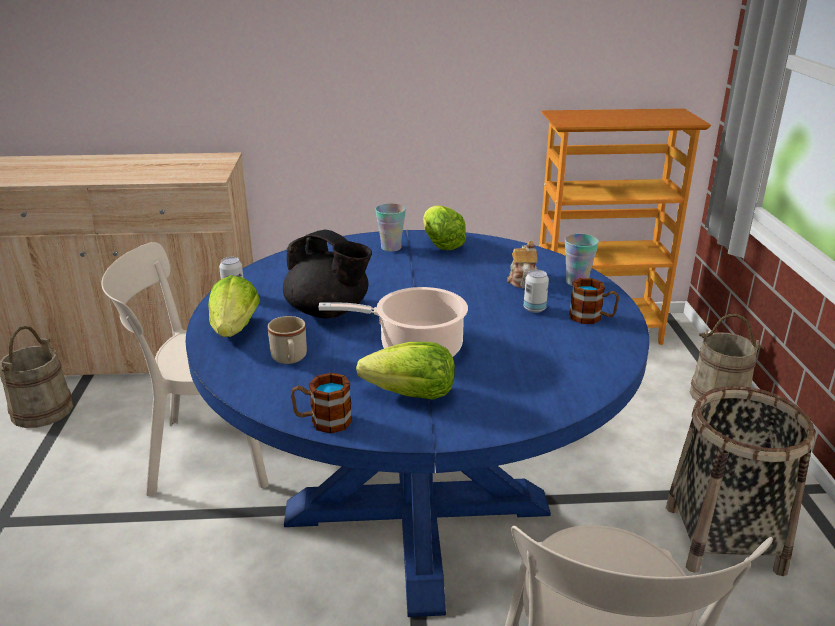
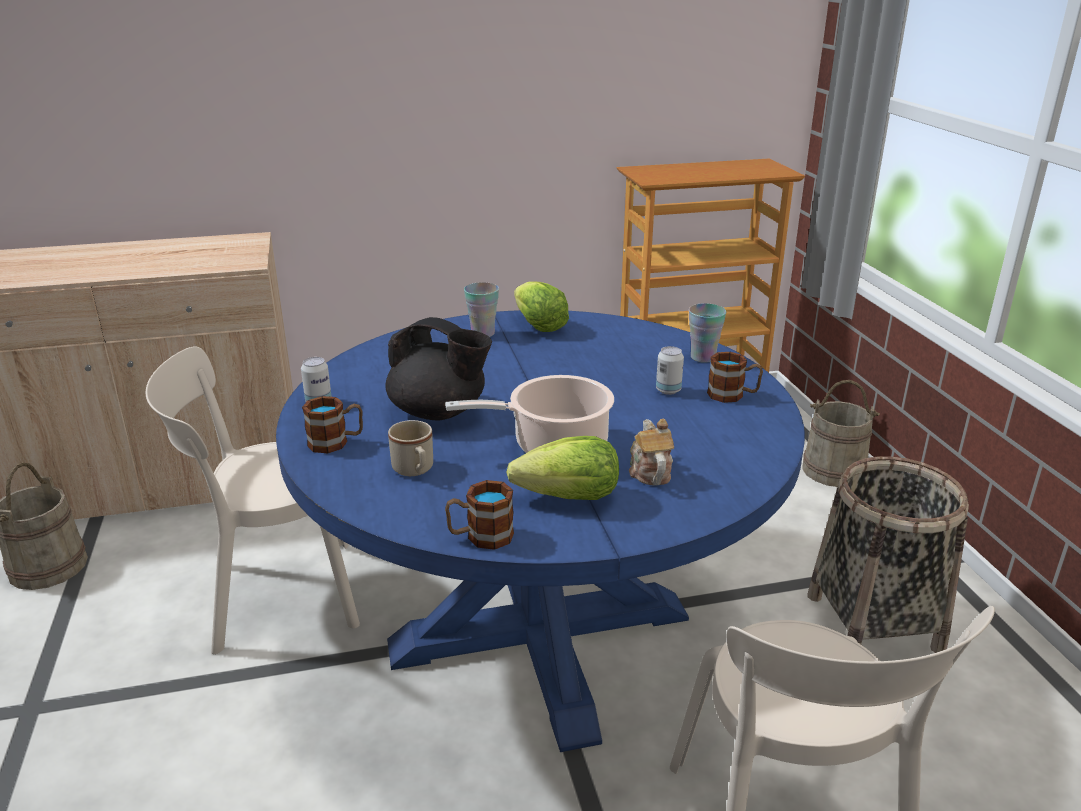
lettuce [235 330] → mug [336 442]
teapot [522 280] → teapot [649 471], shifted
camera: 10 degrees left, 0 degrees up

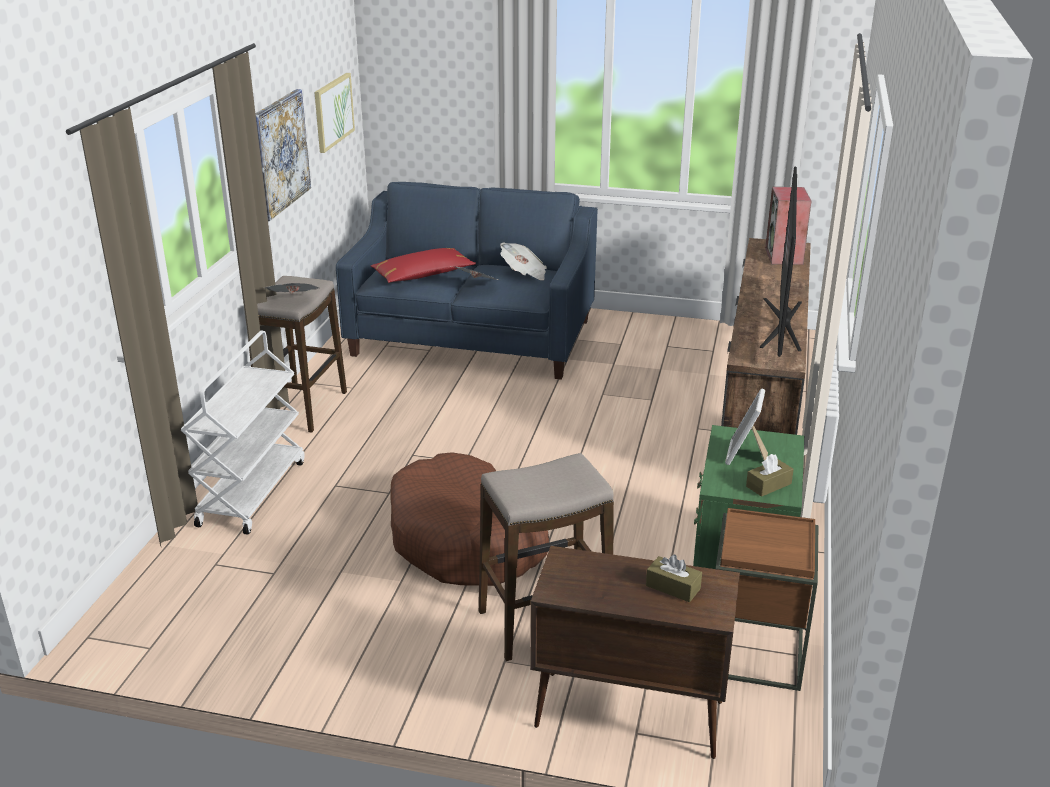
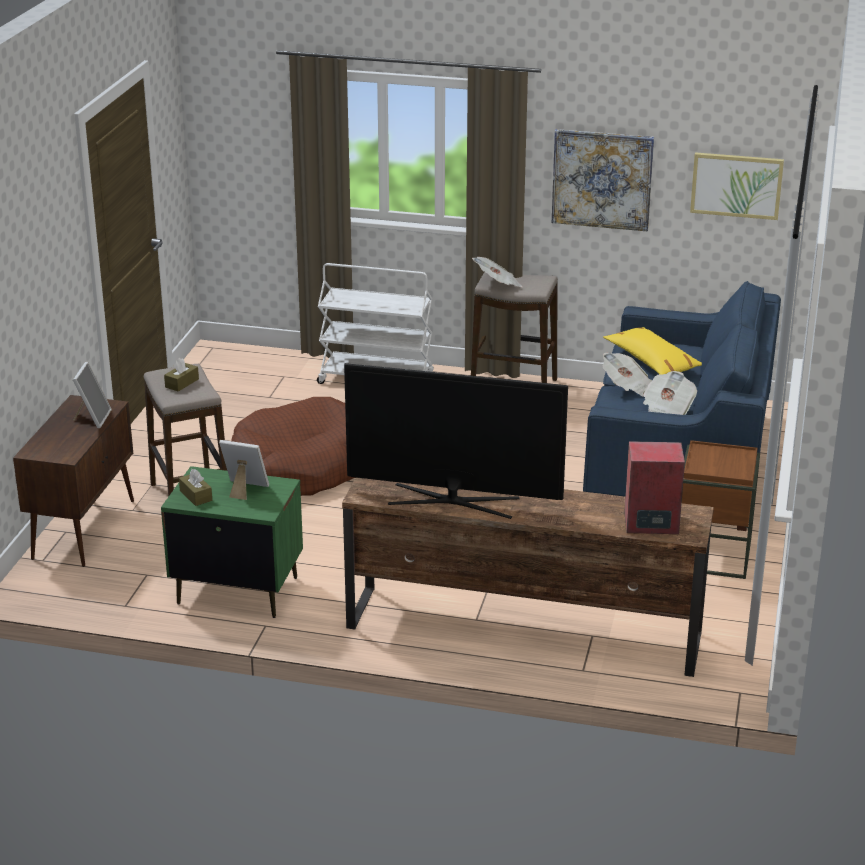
- → picture frame [92 418]
brown tissue box [673 587] → brown tissue box [182 383], shifted
red pillow [423 275] → yellow pillow [652 361]
brown side table [755 651] → brown side table [712 555], shifted
camera: 90 degrees right, 0 degrees up

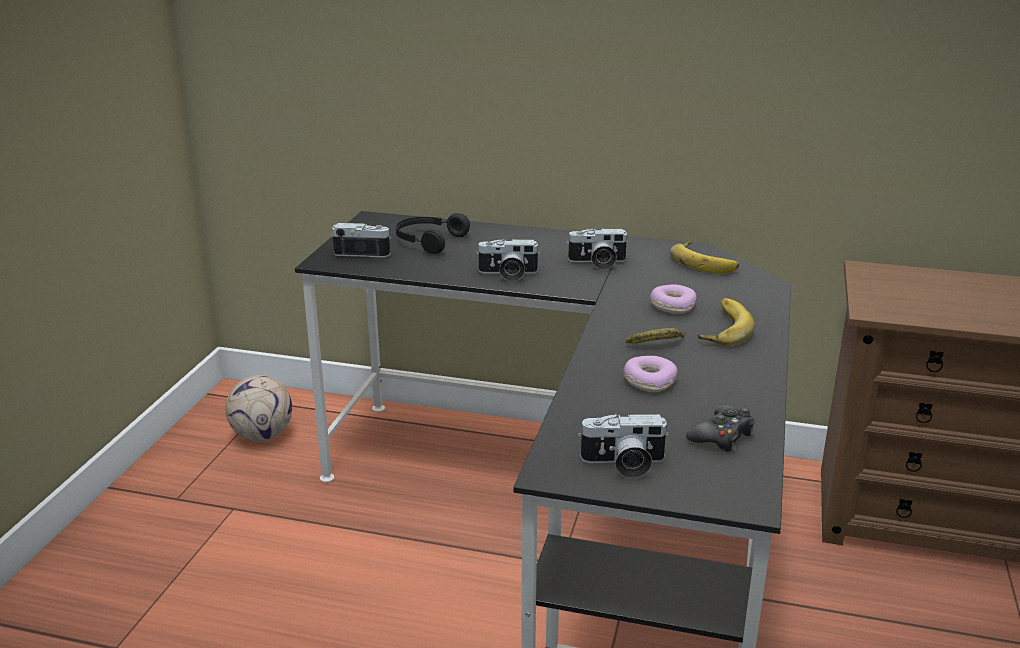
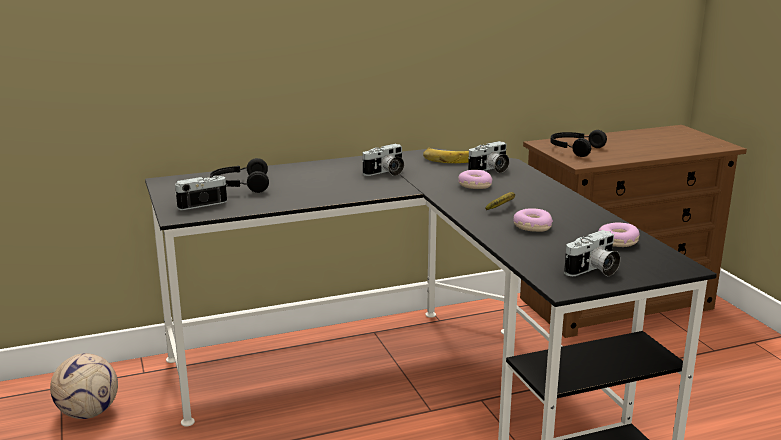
photo camera [508 274] → photo camera [490 170], shifted
- → black headphones [574 149]
black game controller [722 437] → donut [618 242]
banana [721 328] → -
camera: 35 degrees left, 5 degrees down

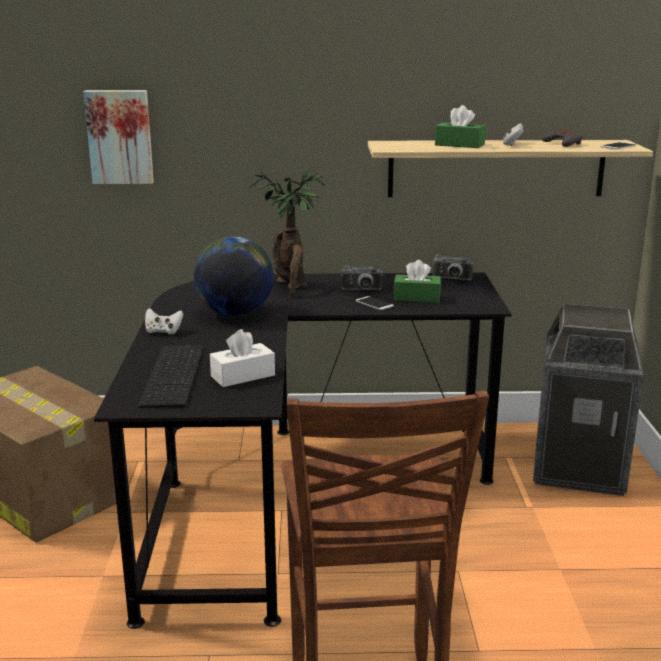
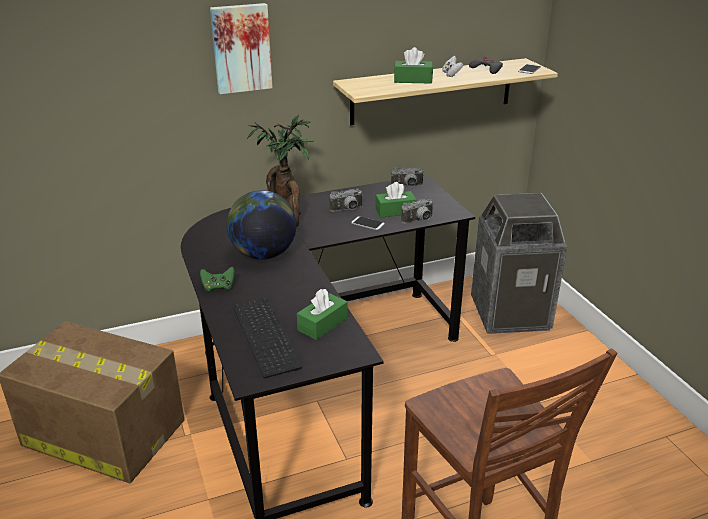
white game controller [163 331] → green game controller [218 287]
picture [120 137] → picture [241 48], shifted
white tissue box [243 376] → green tissue box [322 324]
- → photo camera [419 221]
camera: 20 degrees left, 10 degrees up

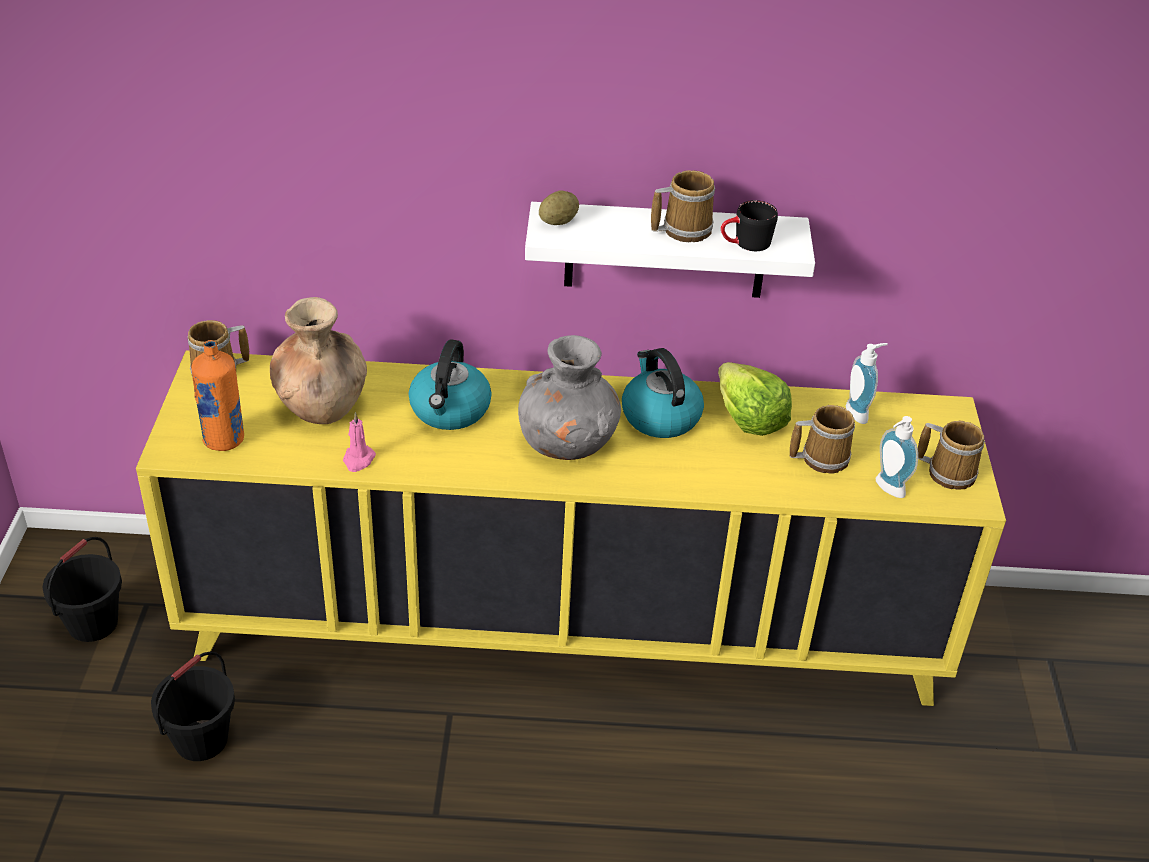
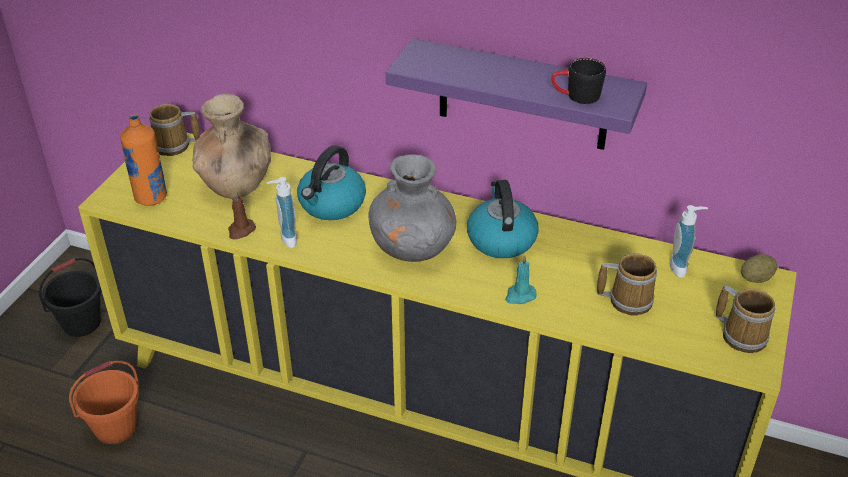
black bucket [201 739] → orange bucket [115 427]
pink candle [358 460] → brown candle [241 230]
soap dispenser [887 489] → soap dispenser [285 239], shifted
white shelf [665 250] → purple shelf [523 96]
- → turquoise candle [520 296]
potato [558 222] → potato [756 278], shifted
mug [683 229] → -
lettuce [749 419] → -
camera: 20 degrees right, 0 degrees up

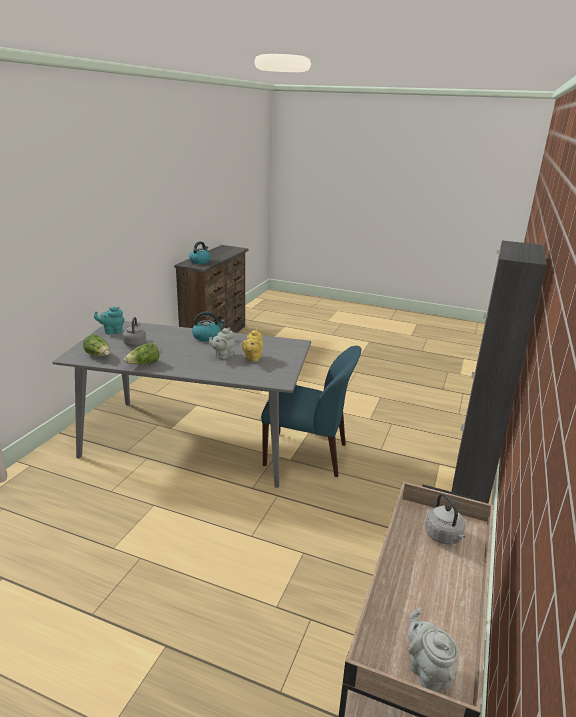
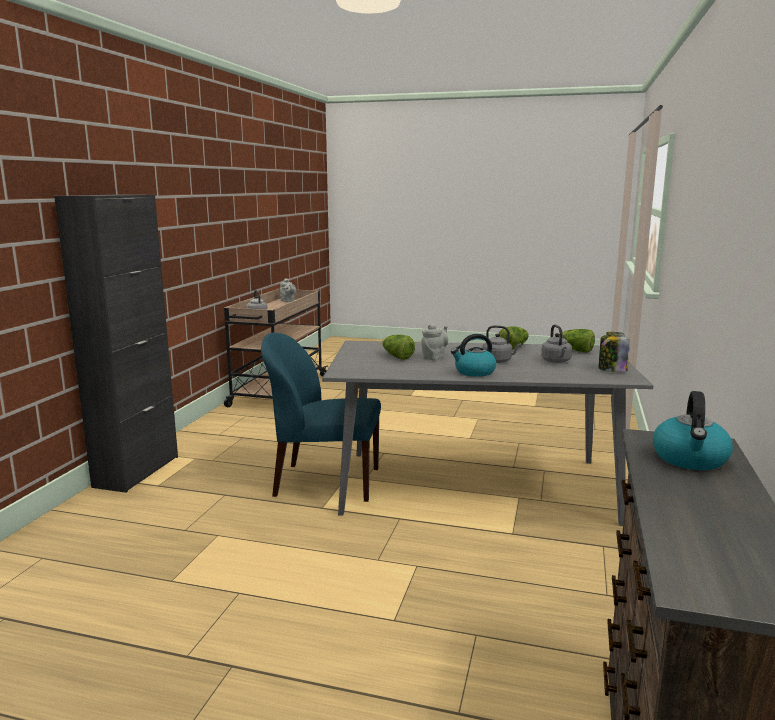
yellow teapot [252 358] → lettuce [396 357]
- → grey kettle [498 361]
turquoise teapot [112 332] → jar [612 370]
camera: 175 degrees right, 10 degrees down

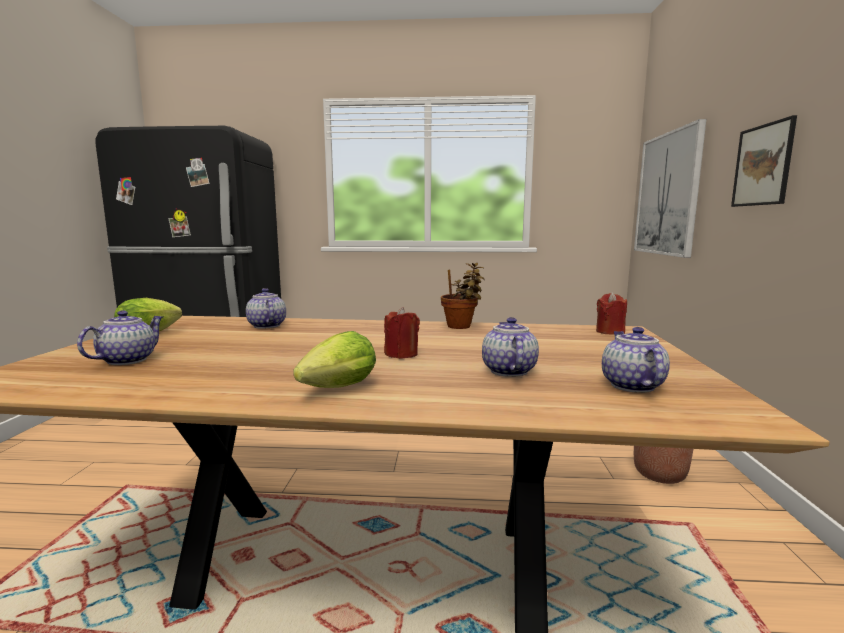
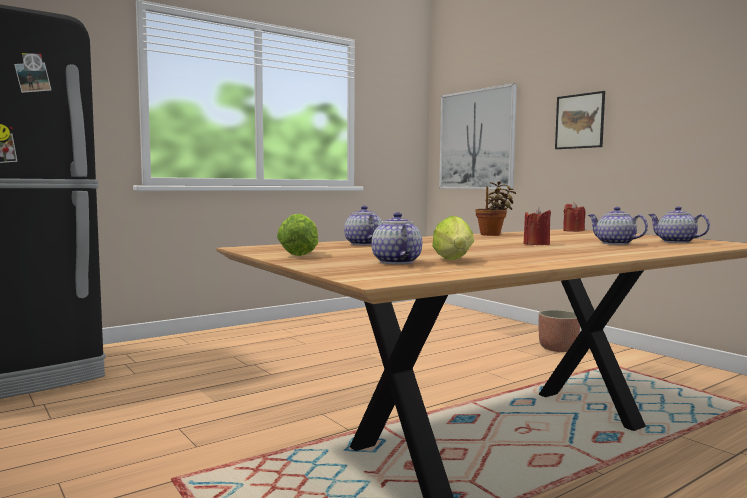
teapot [266 326] → teapot [362 244], 45 degrees clockwise
lettuce [335 389] → lettuce [454 261], shifted
camera: 40 degrees left, 5 degrees down

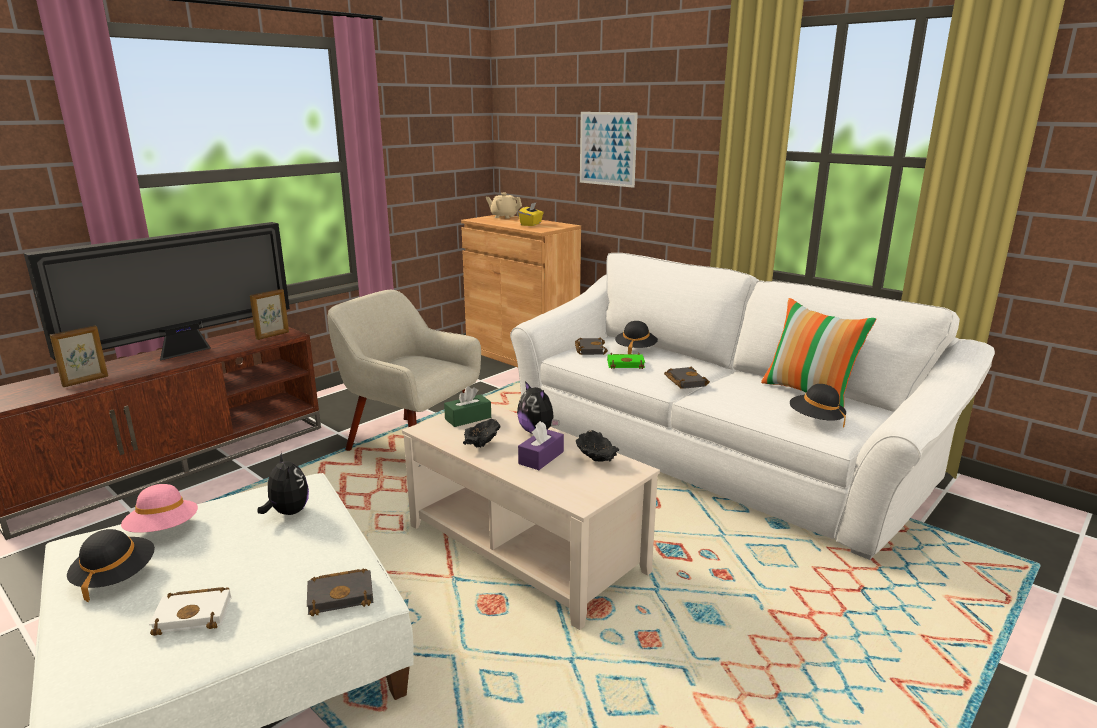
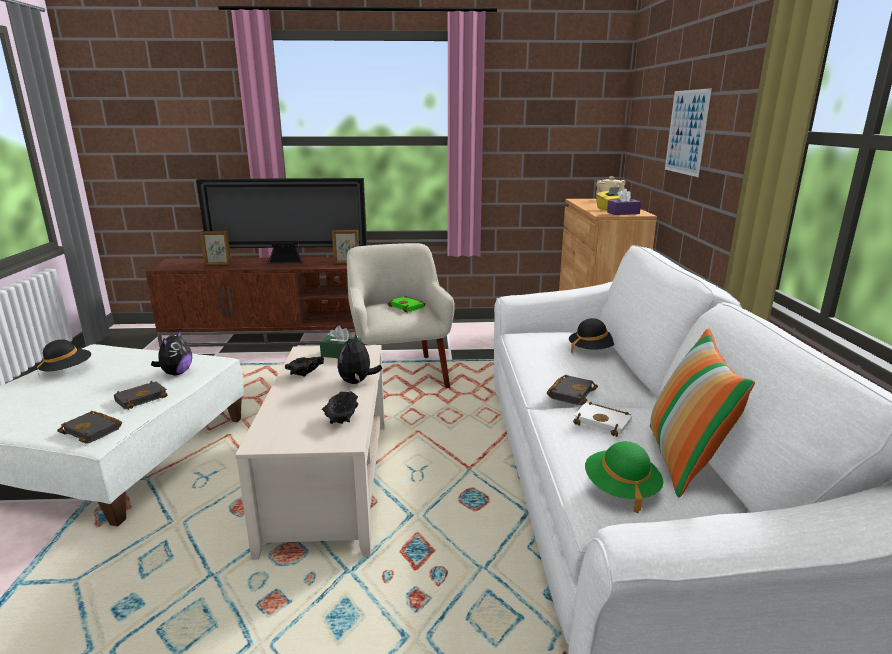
black book [589 349] → black book [142 398], shifted
green book [626 364] → green book [408 307], shifted
white book [195 614] → white book [604 423], shifted
black hat [815 420] → green hat [621 489]
purple tissue box [541 458] → purple tissue box [623 213], shifted
pink hat [164 530] → -
camera: 45 degrees right, 0 degrees up

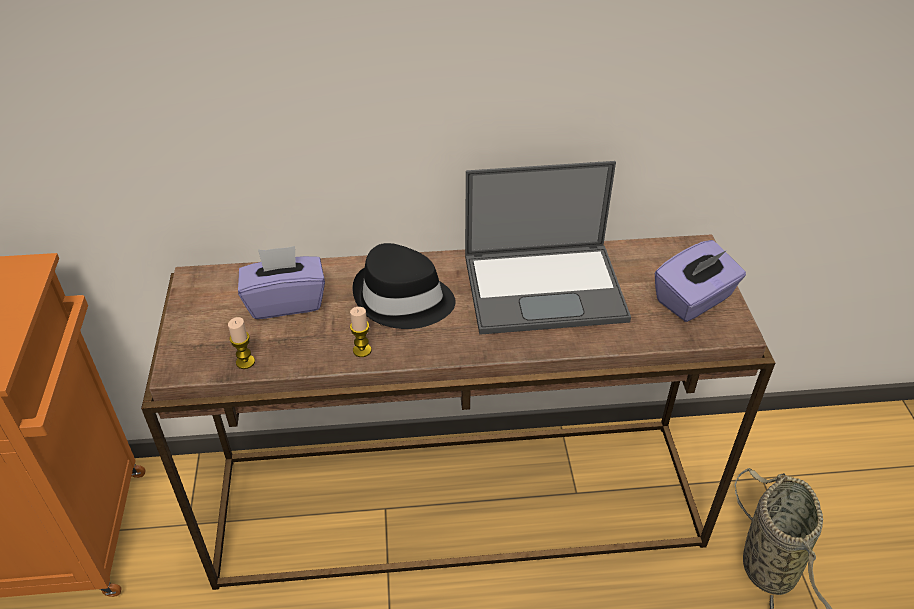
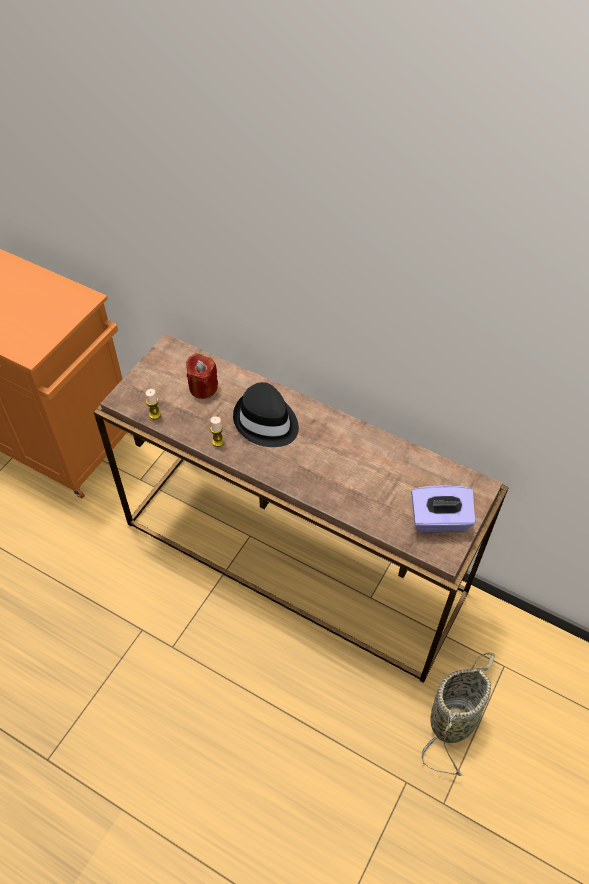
purple tissue box [285 302] → red candle [203 388]
laptop [546 287] → -
camera: 35 degrees right, 10 degrees up

